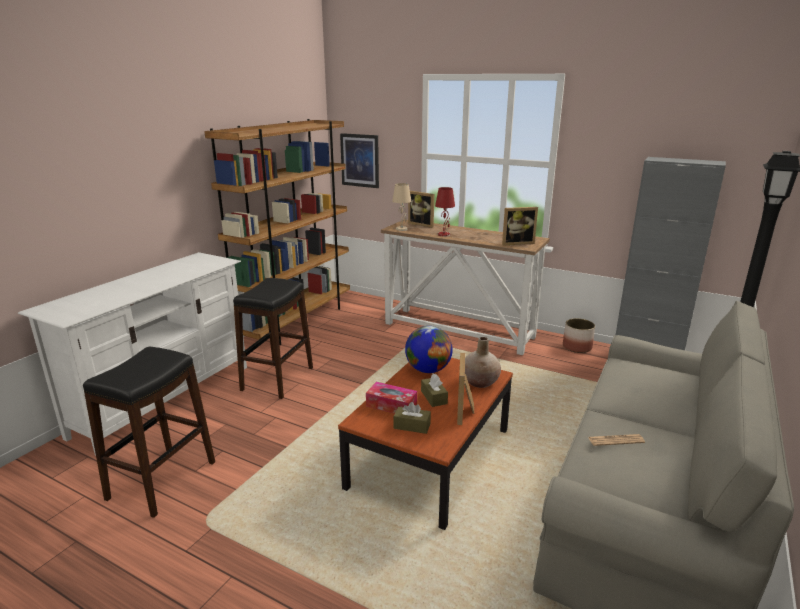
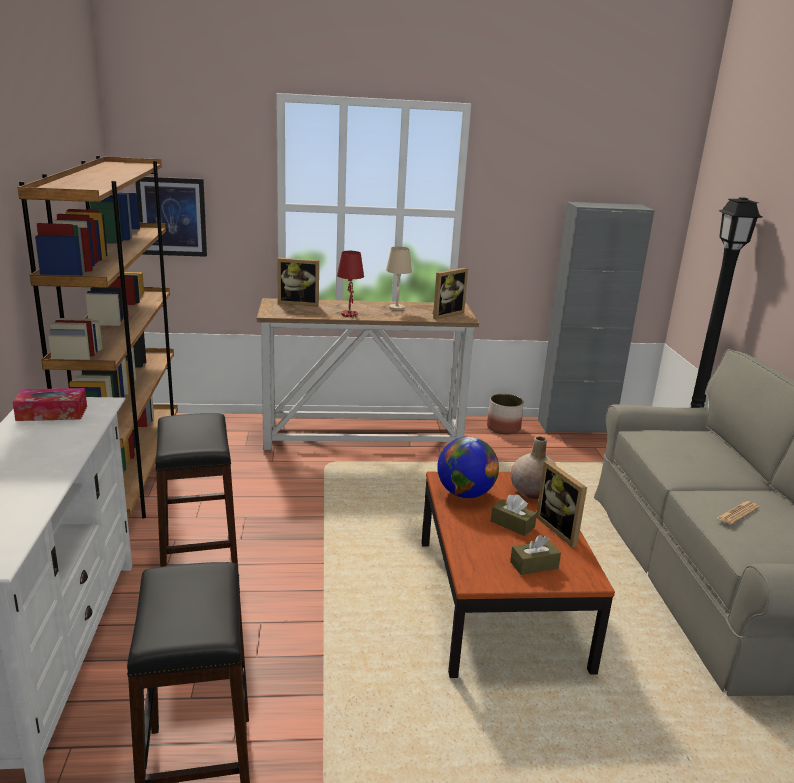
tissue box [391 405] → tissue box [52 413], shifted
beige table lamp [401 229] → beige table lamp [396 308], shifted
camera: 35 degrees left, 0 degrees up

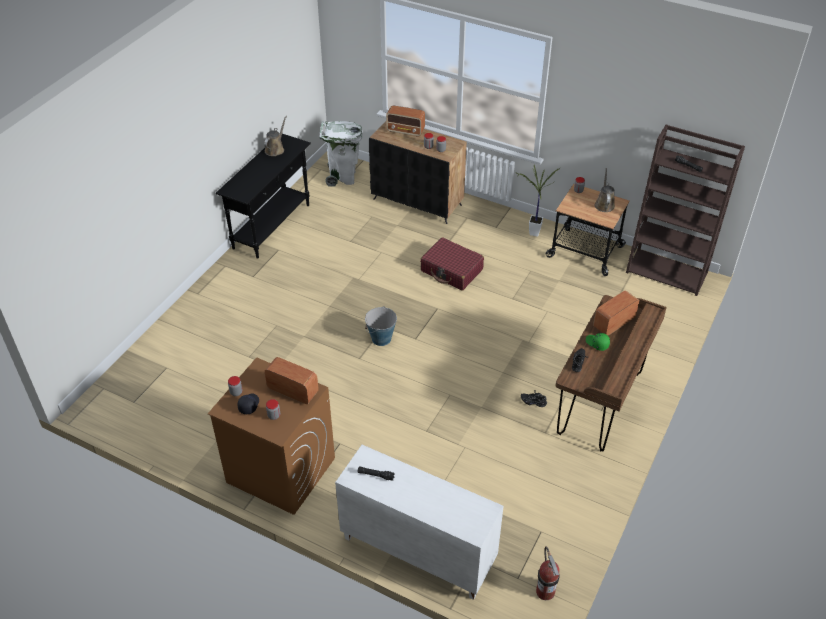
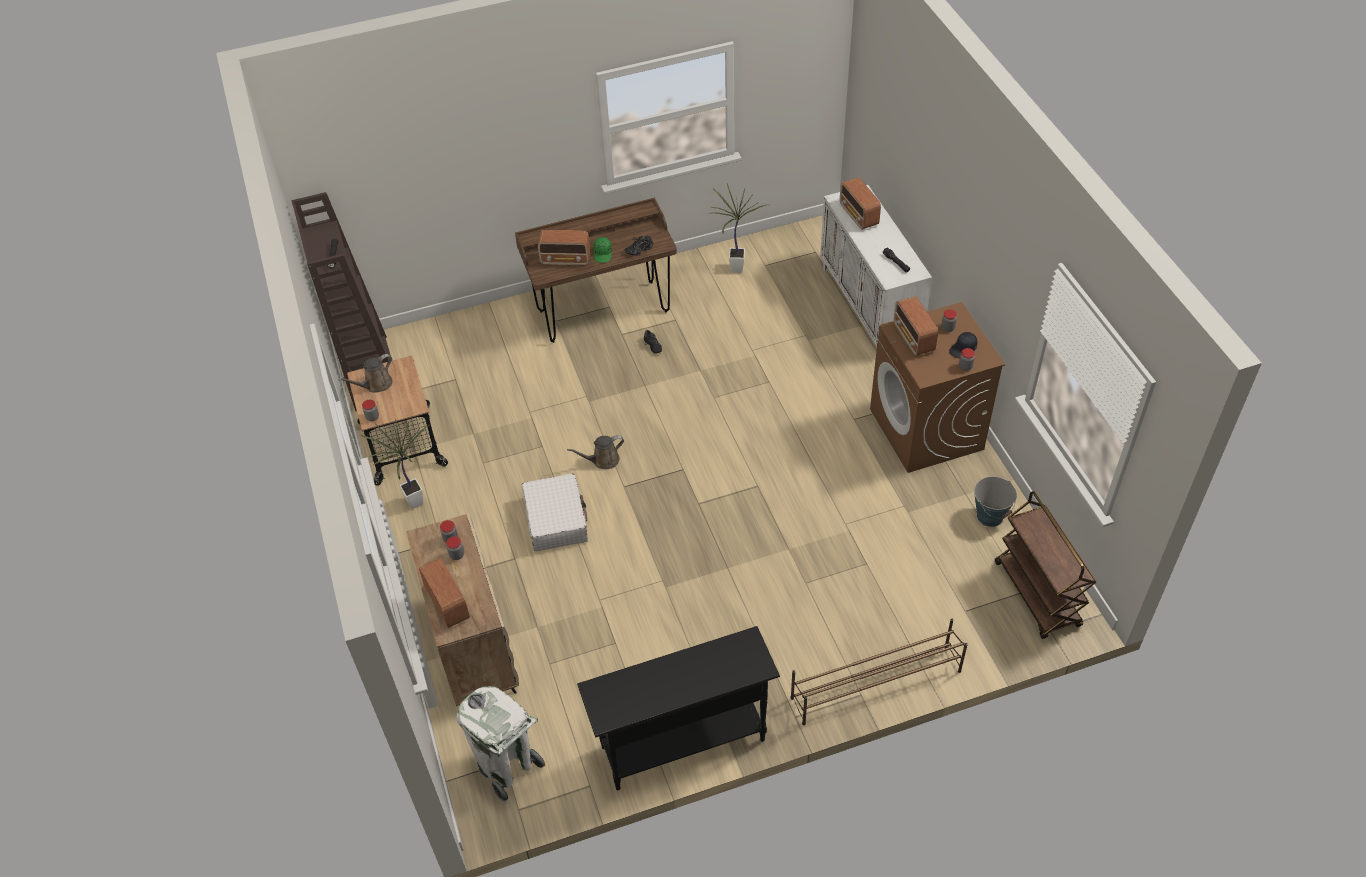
black cabinet [418 202] → beige cabinet [472 645]
red suitcase [452 270] → white suitcase [556 519]
brown watering can [275 149] → brown watering can [603 460], shifted
- → potted plant [735 271]
- → brown shoe rack [875 684]
- → radio [859 216]
bucket [381 339] → bucket [990 516], shifted
- → brown cart [1037 595]
fire extinguisher [545 591] → -
camera: 135 degrees left, 5 degrees up

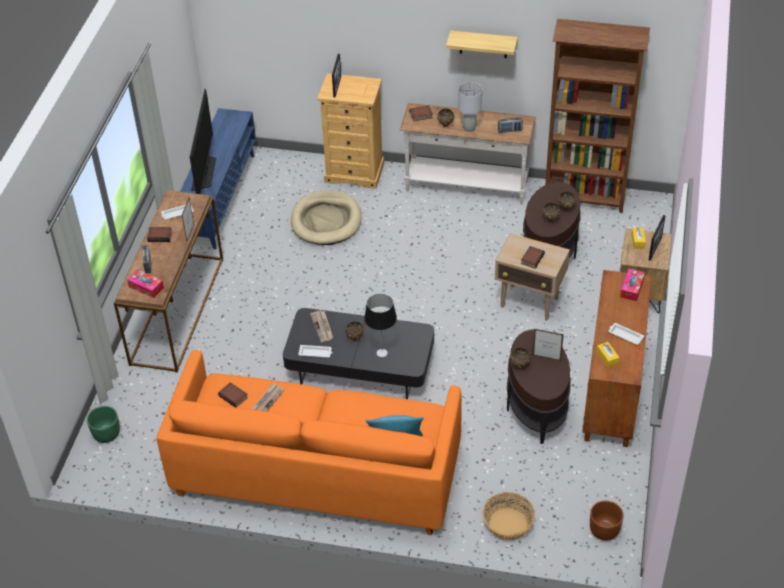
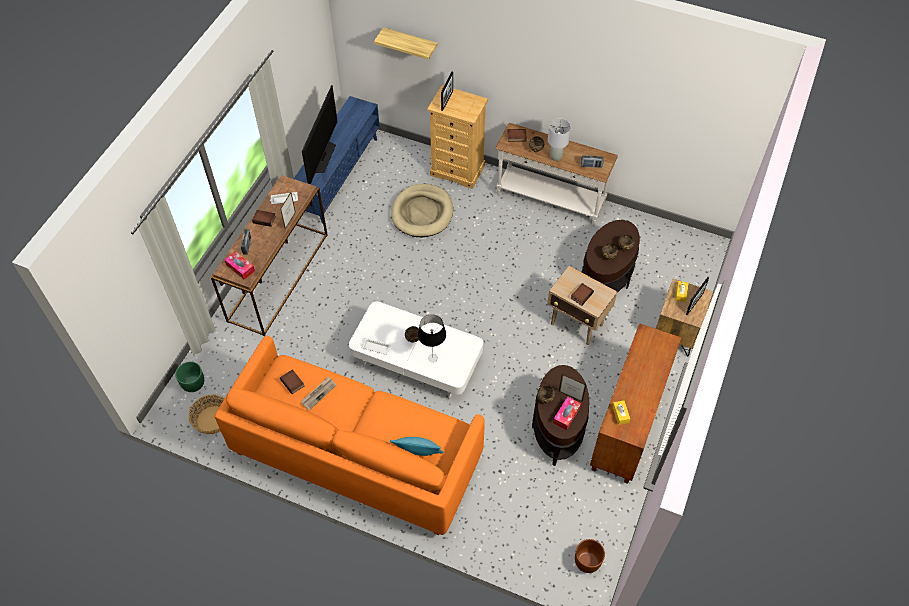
basket [507 524] → basket [212 420], shifted
black coffee table [360 368] → white coffee table [417 361]
shelf [483 44] → shelf [410 43], shifted
tissue box [632 288] → tissue box [566 415], shifted
newspaper [322 327] → -
brown bookcase [585 198] → -
white tray [625 335] → -
camera: 10 degrees right, 10 degrees up

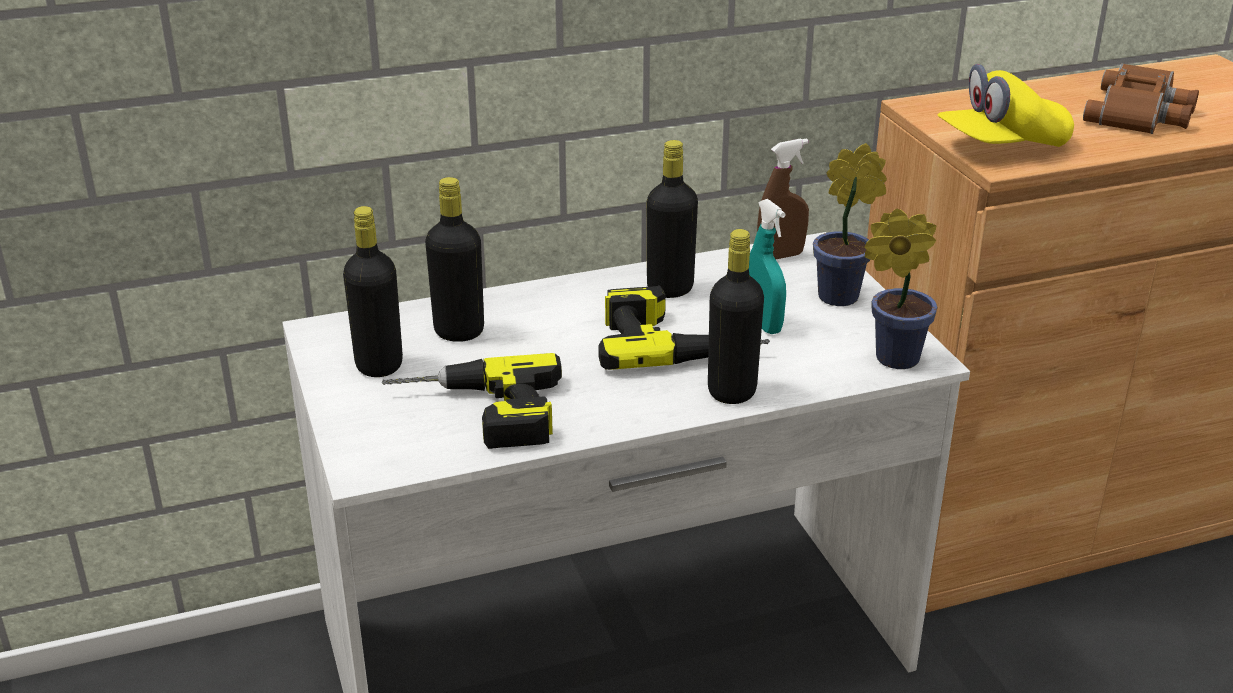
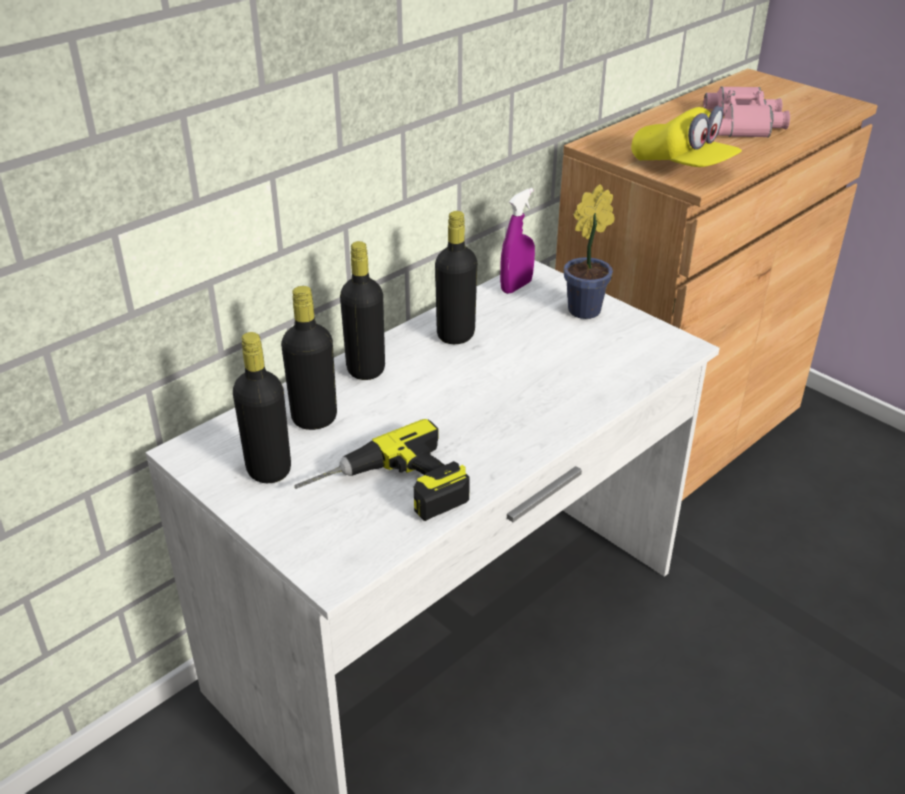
black bottle [732 391] → black bottle [366 369], shifted
brown spray bottle [780 256] → purple spray bottle [516 286]
yellow cap [1002 146] → yellow cap [682 166], 90 degrees counterclockwise
brown binoculars [1141 113] → pink binoculars [746 122]
power drill [677 339] → -
turquoise spray bottle [763 324] → -
potted plant [891 358] → -
camera: 25 degrees left, 5 degrees up

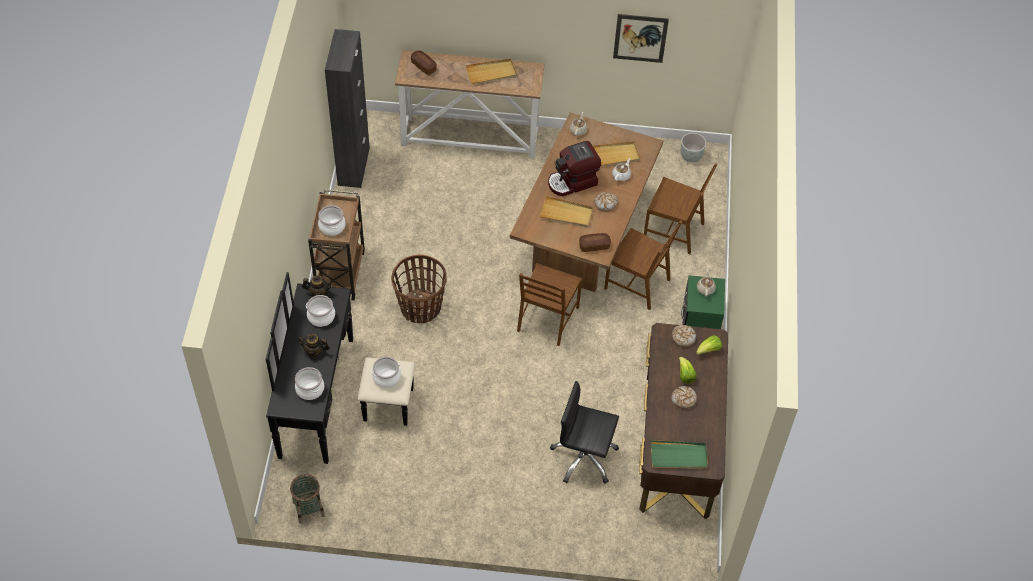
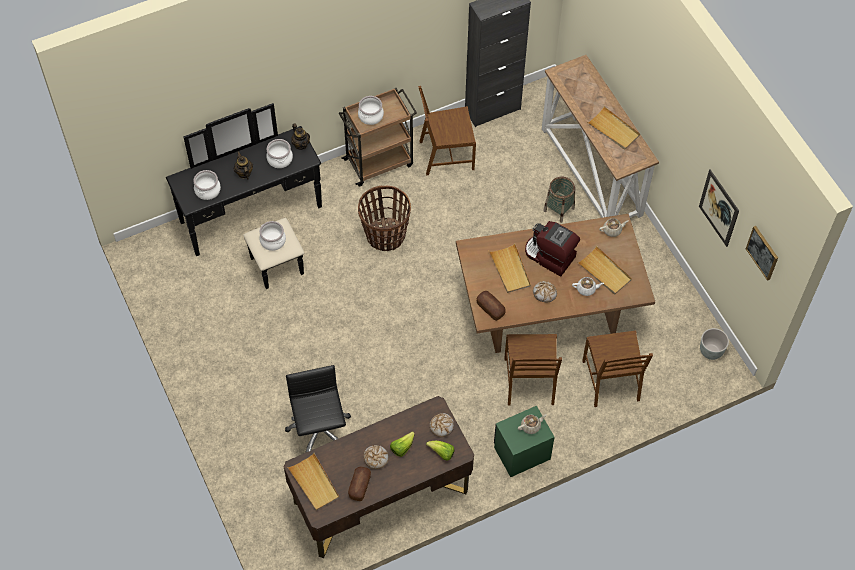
green tray [679 456] → beige tray [314 483]
bread [423 66] → bread [359 486], shifted
brown chair [547 319] → brown chair [446 155], shifted
basket [308 508] → basket [558 209], shifted
- → picture [762 252]
camera: 60 degrees right, 5 degrees up

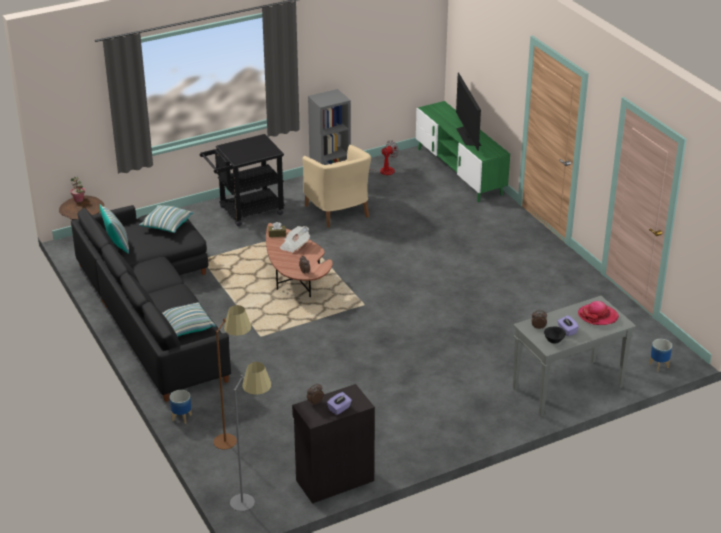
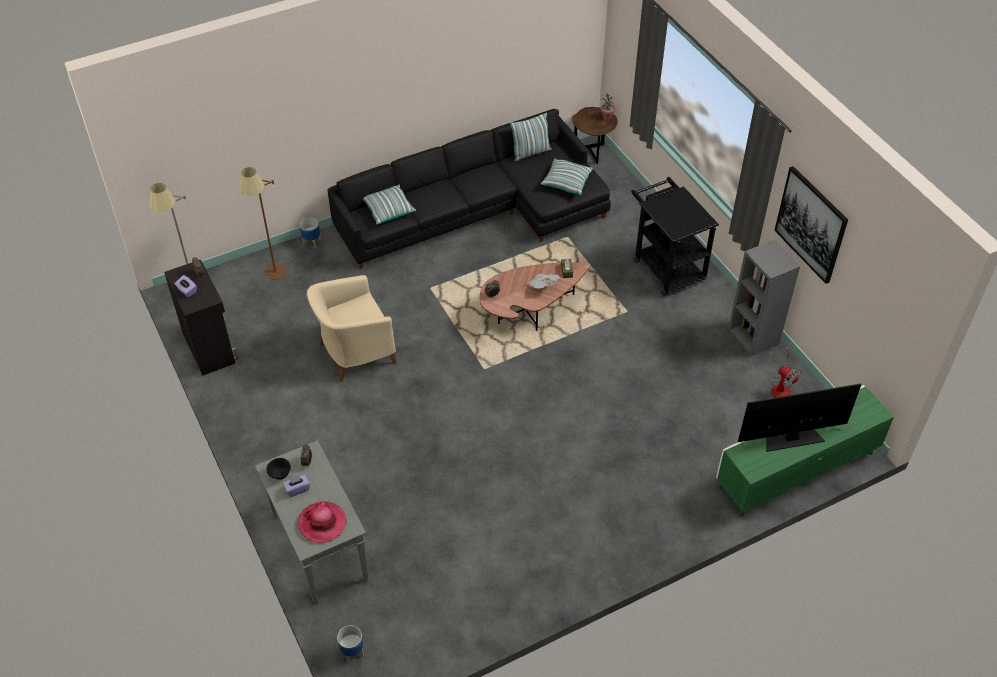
beige armchair [338 211] → beige armchair [354 353], shifted
- → picture [811 224]
camera: 90 degrees right, 15 degrees up

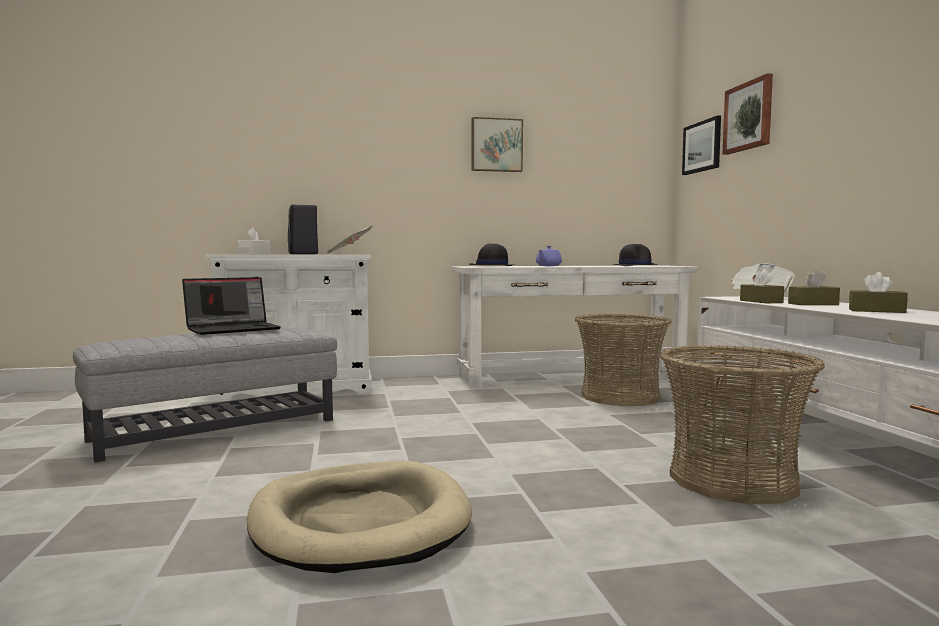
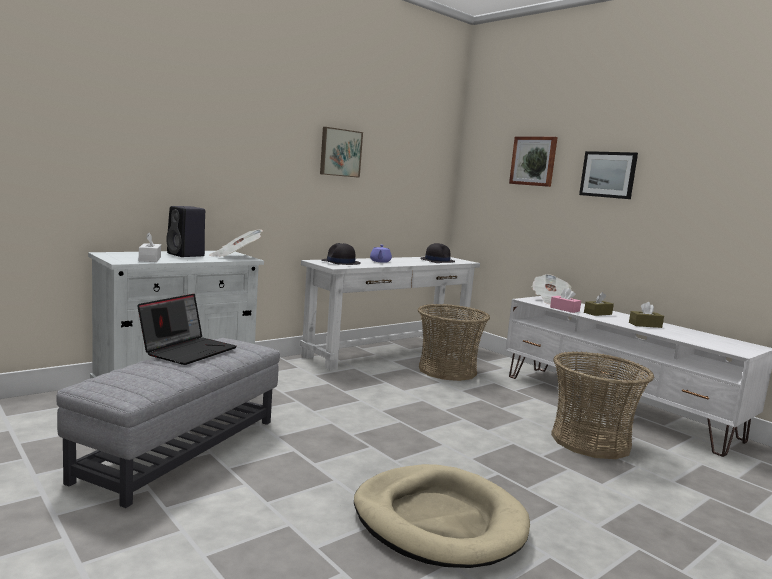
brown tissue box [761 301] → pink tissue box [564 309]
picture [702 146] → picture [608 174], shifted
camera: 30 degrees left, 5 degrees up

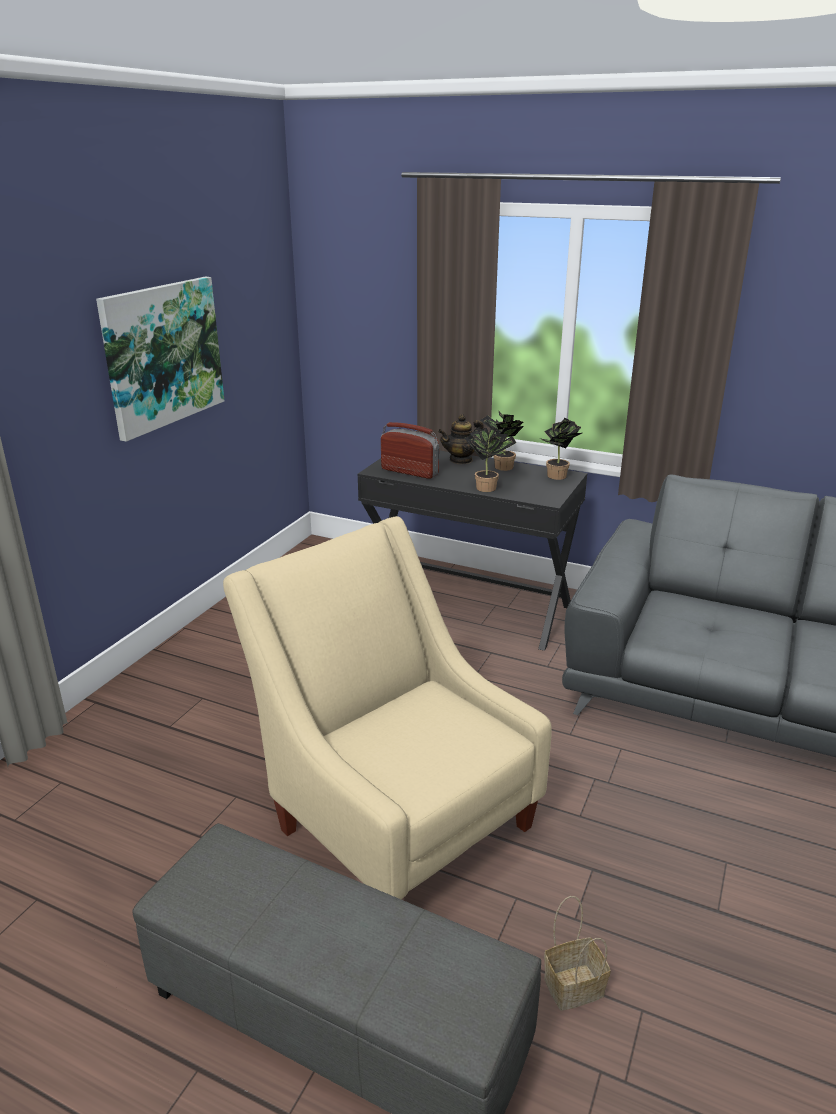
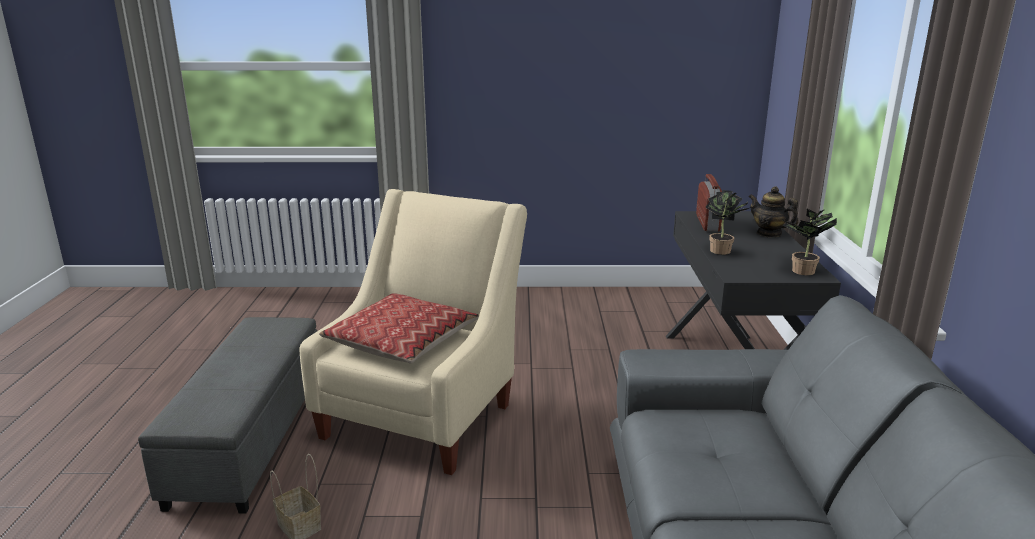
- → pillow [402 340]
picture [163 355] → -
potted plant [500 467] → -
camera: 65 degrees right, 5 degrees down

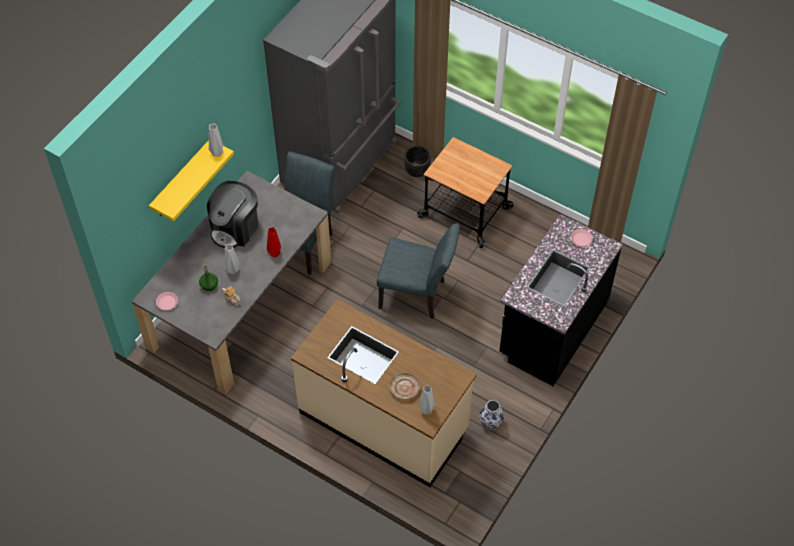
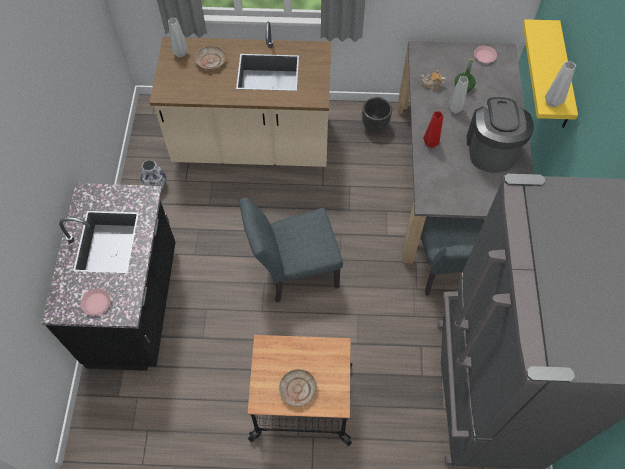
- → beige plate [297 389]
black planter [417 172] → black planter [375 125], shifted
camera: 150 degrees right, 5 degrees up

